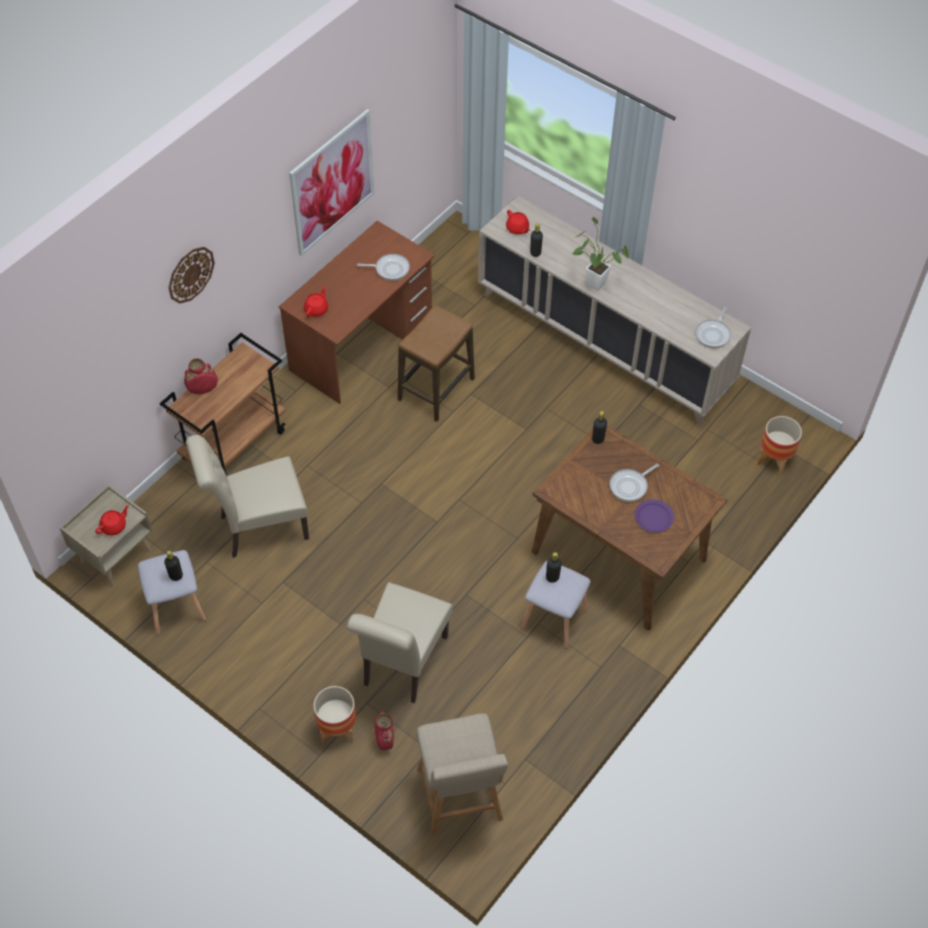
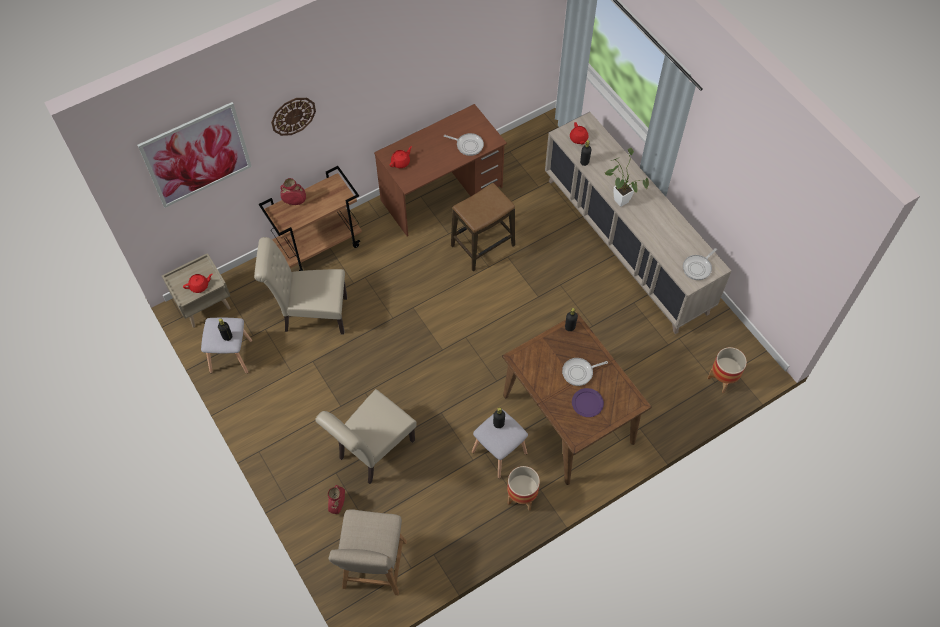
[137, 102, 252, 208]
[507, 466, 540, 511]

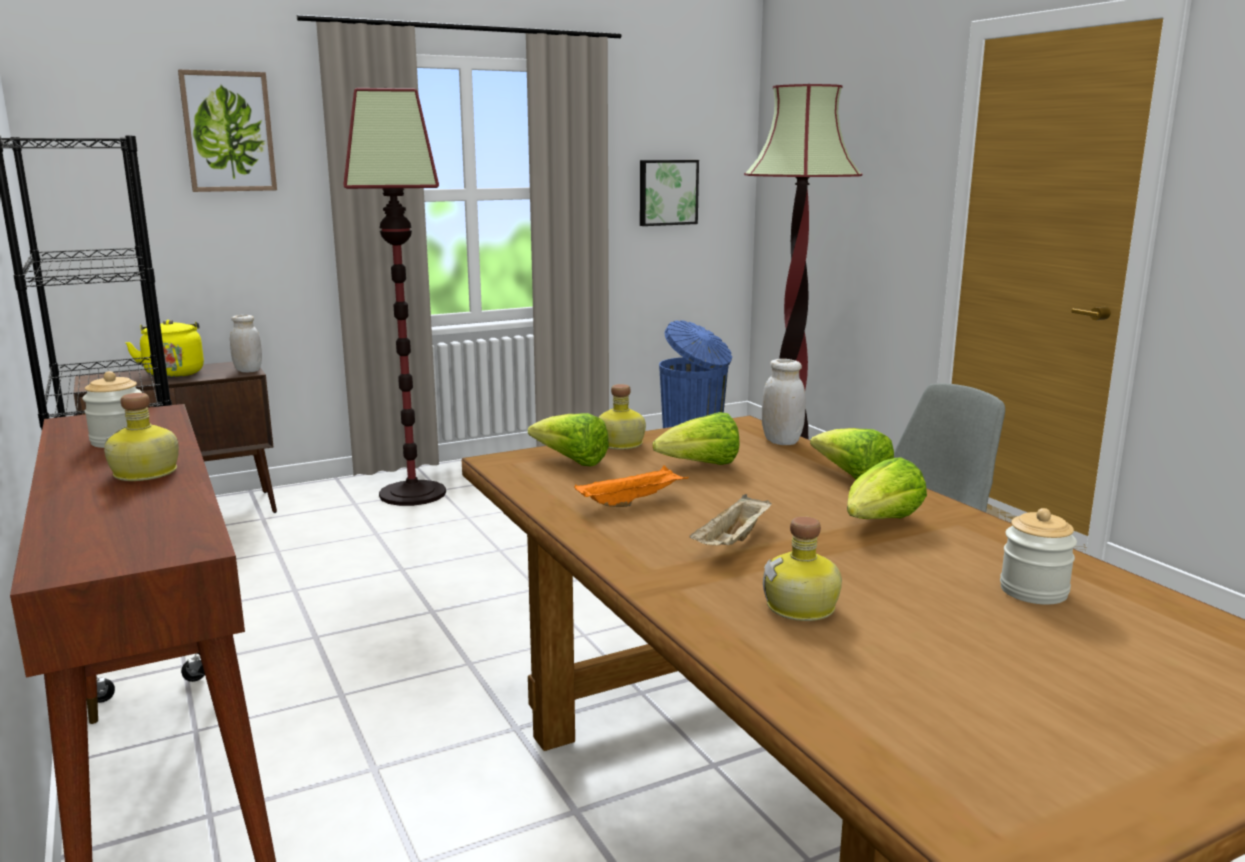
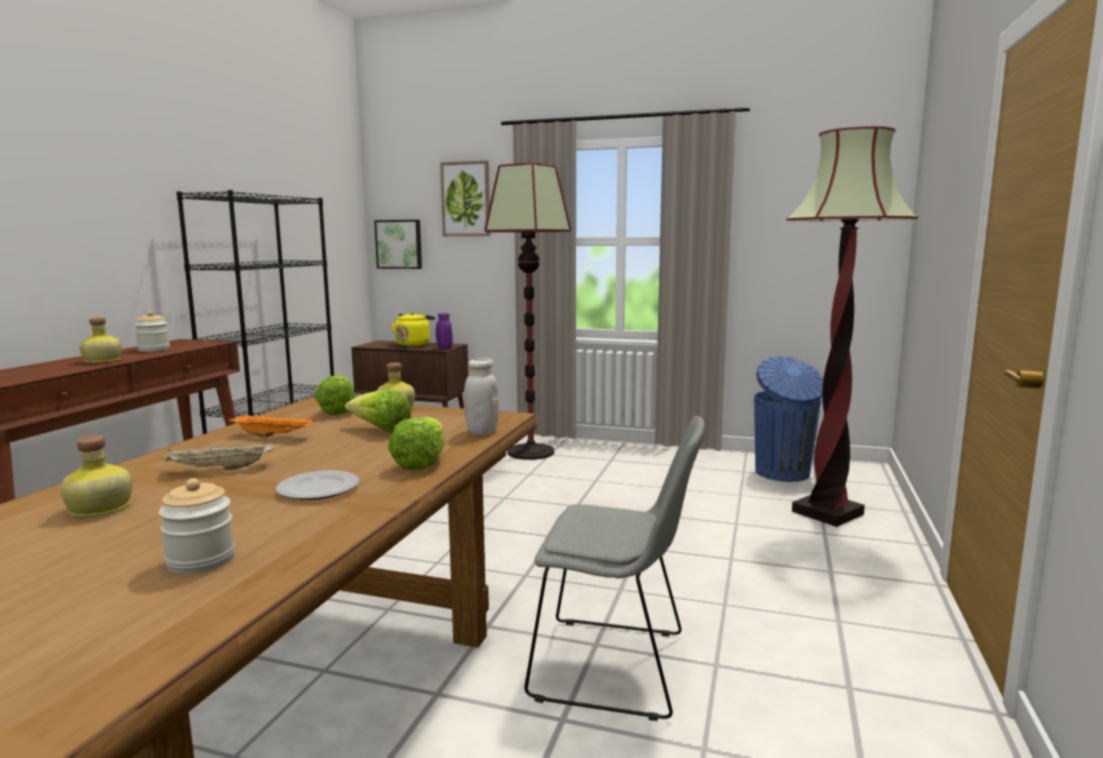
[374, 220, 422, 269]
[436, 313, 453, 349]
[276, 471, 360, 500]

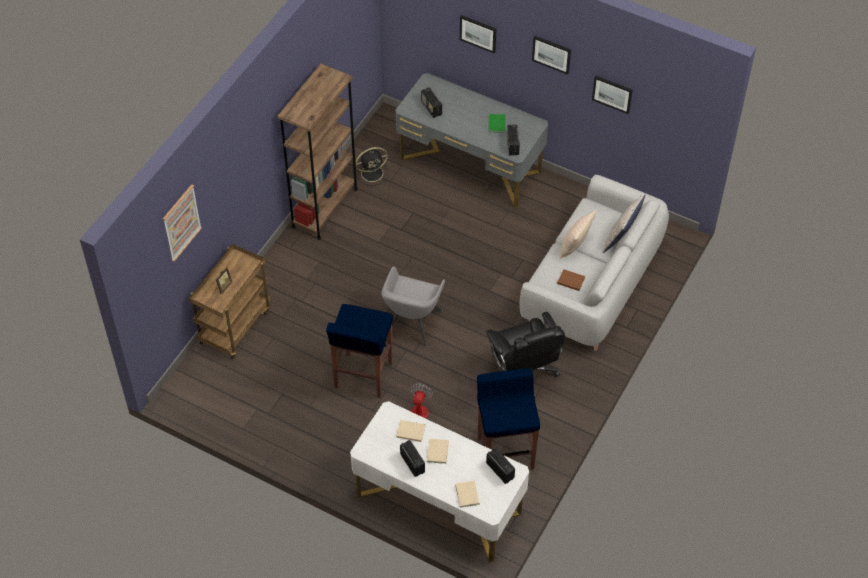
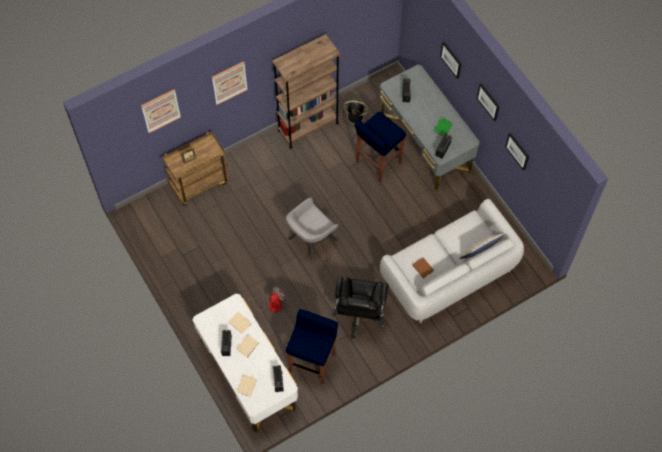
[559, 210, 596, 259] (first image)
[355, 112, 406, 182]
[212, 61, 248, 105]

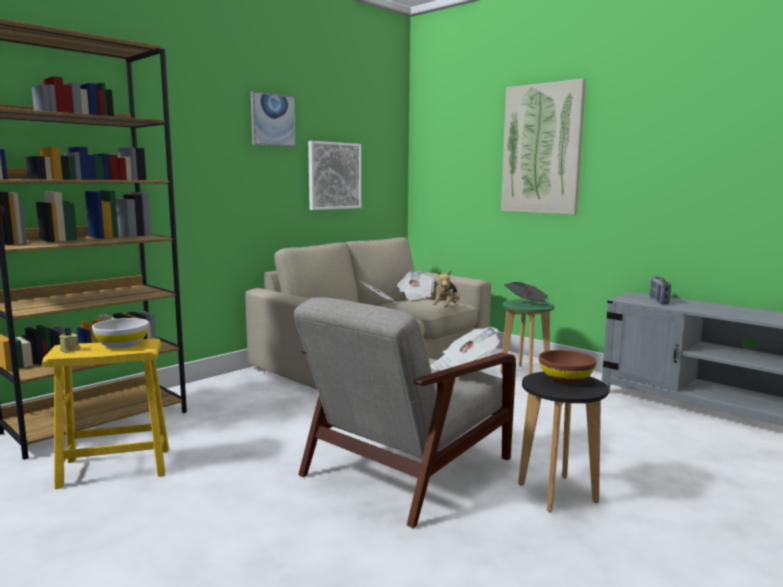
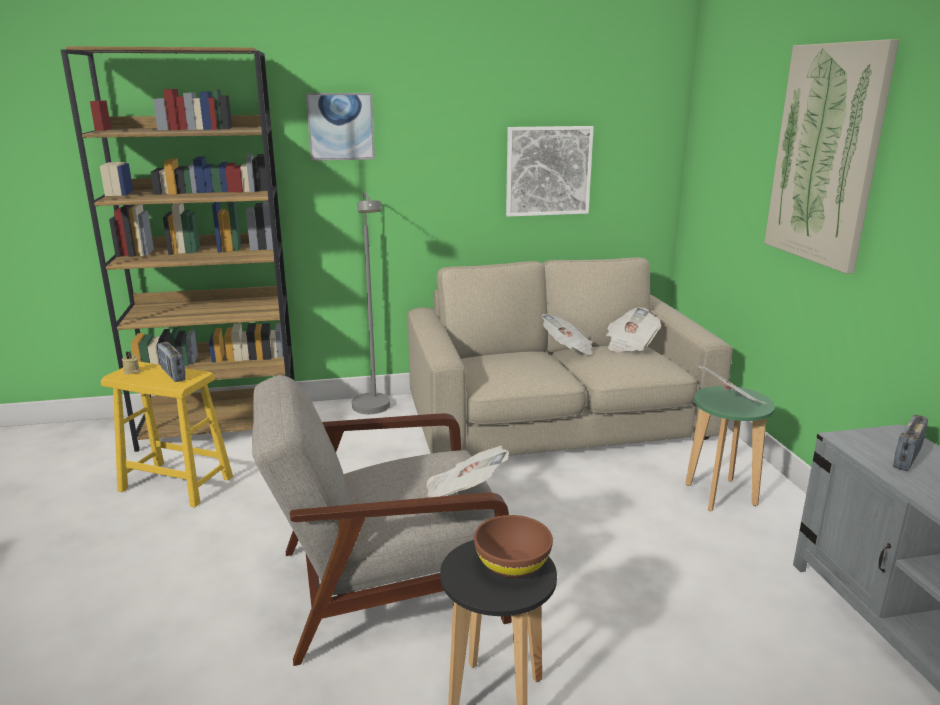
[306, 93, 375, 161]
[432, 270, 460, 307] (first image)
[158, 342, 186, 382]
[352, 191, 390, 414]

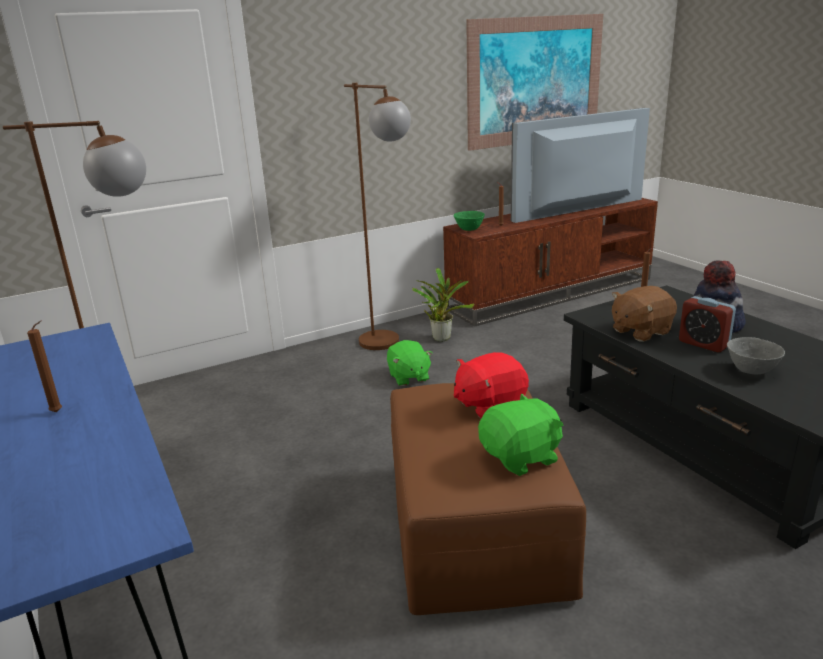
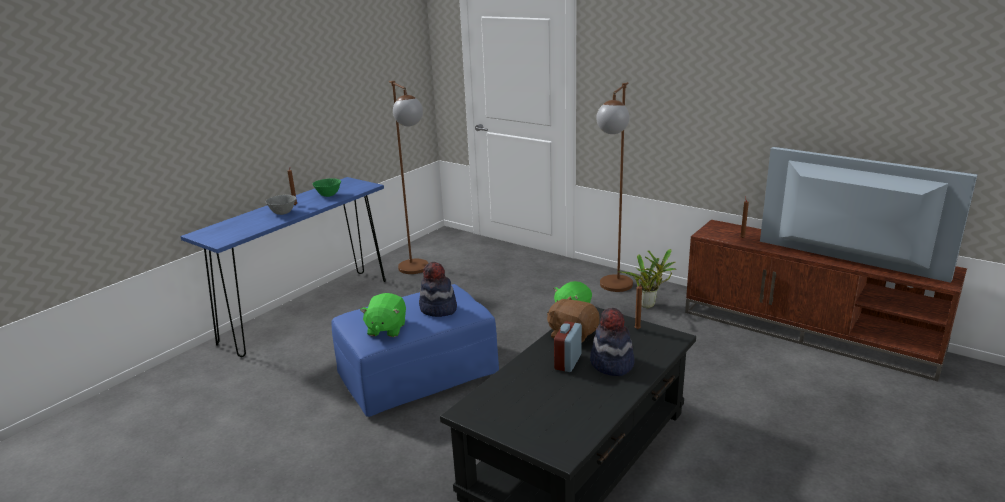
[466, 14, 603, 151] (first image)
[313, 178, 341, 197]
[265, 195, 296, 215]
[419, 262, 457, 317]
[331, 284, 499, 417]
[360, 293, 406, 337]

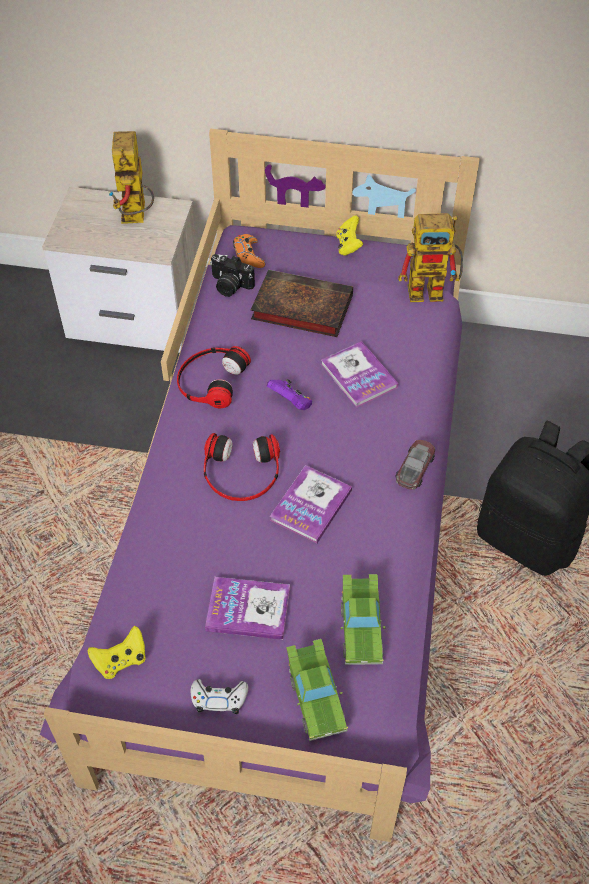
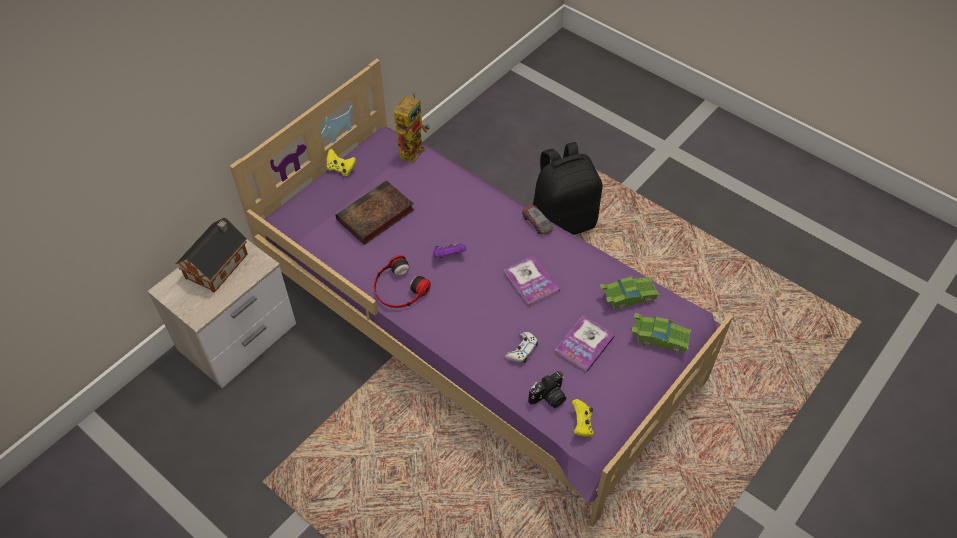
[176, 218, 248, 293]
[233, 234, 265, 268] (first image)
[528, 371, 566, 408]
[321, 341, 399, 408] (first image)
[204, 433, 280, 501] (first image)
[600, 276, 659, 310]
[505, 332, 538, 363]

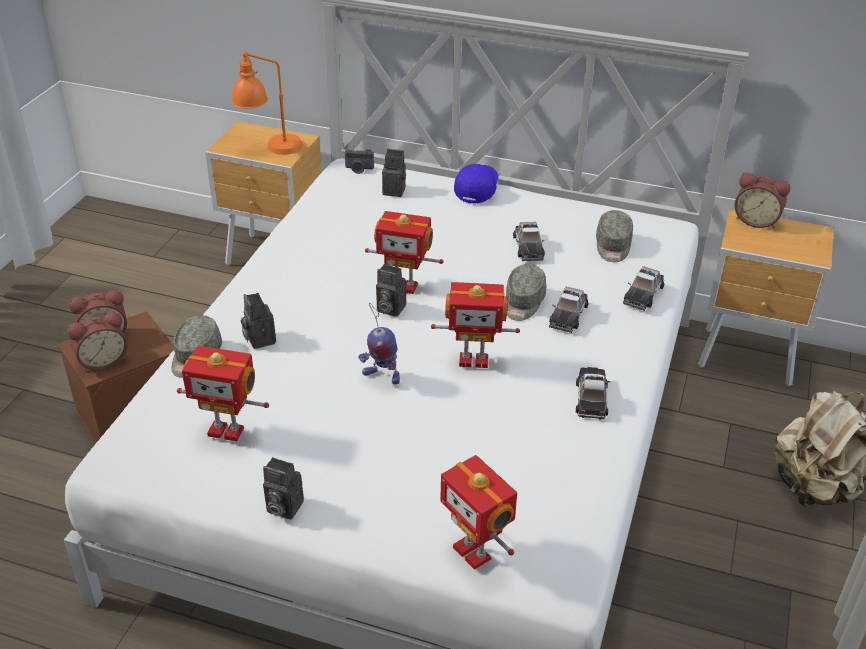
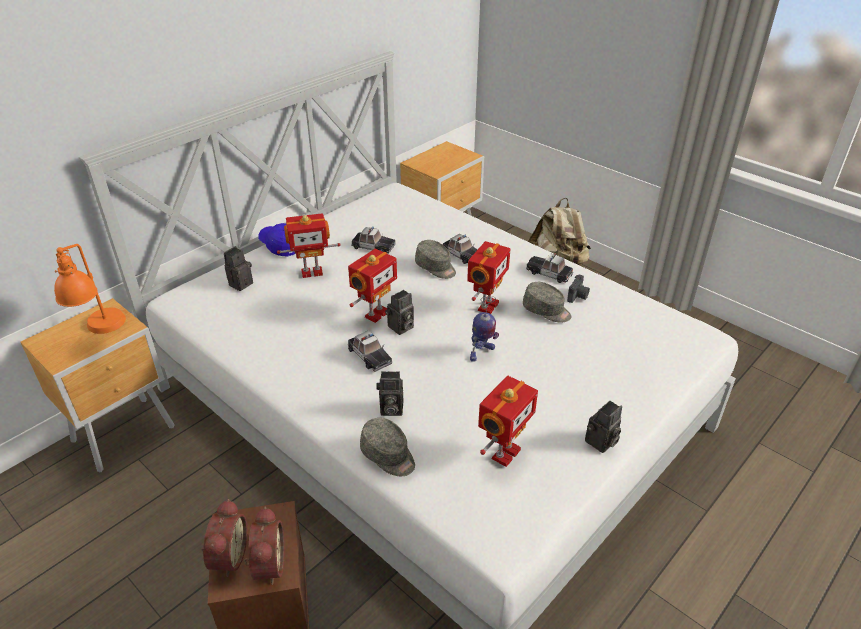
[567, 275, 590, 303]
[735, 172, 790, 228] (first image)
[523, 282, 571, 323]
[347, 330, 392, 372]
[277, 213, 341, 278]

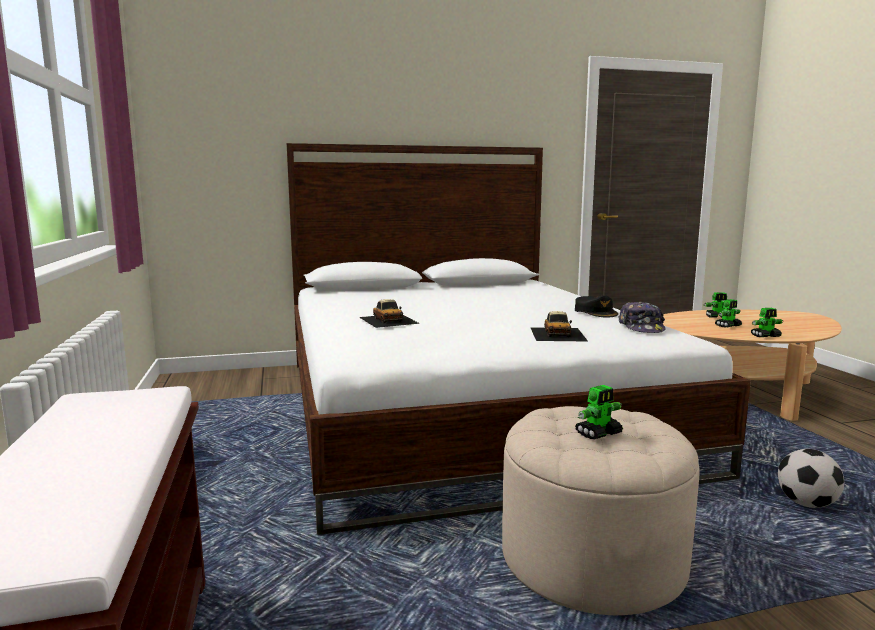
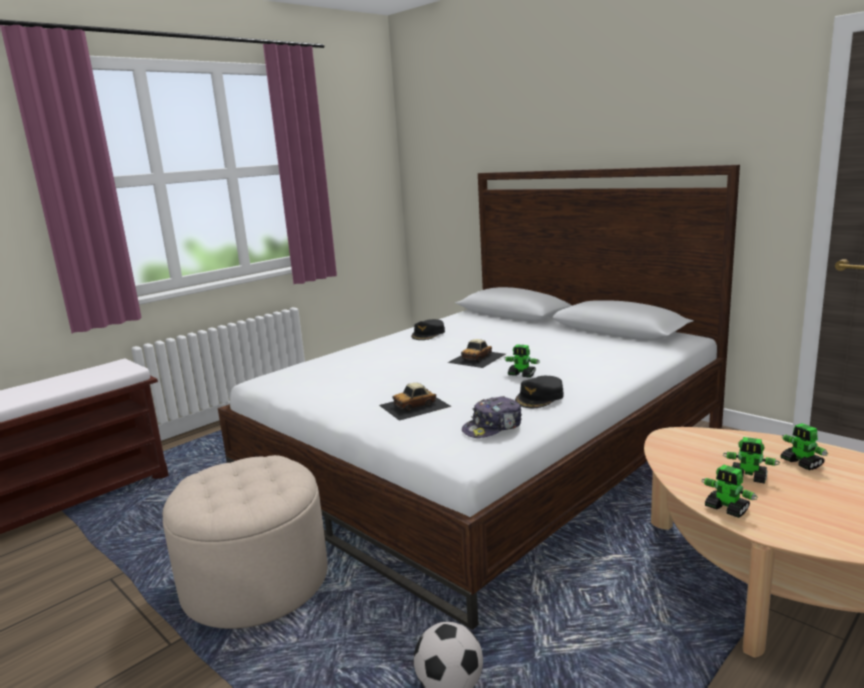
[448, 339, 506, 368]
[504, 345, 540, 378]
[411, 319, 445, 340]

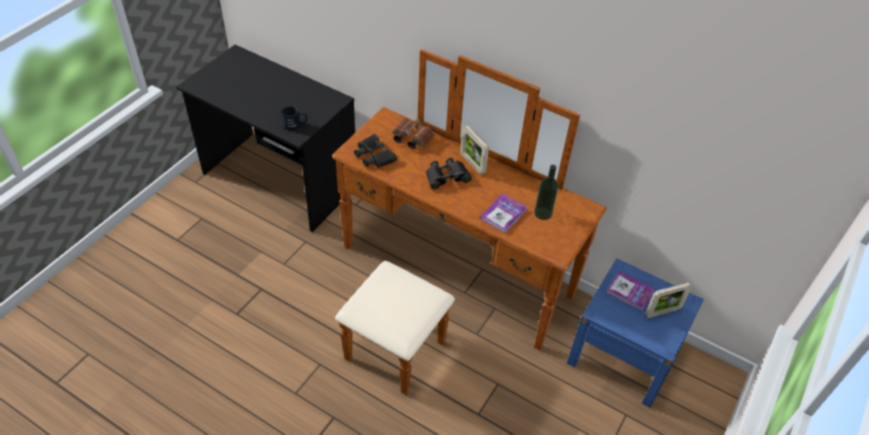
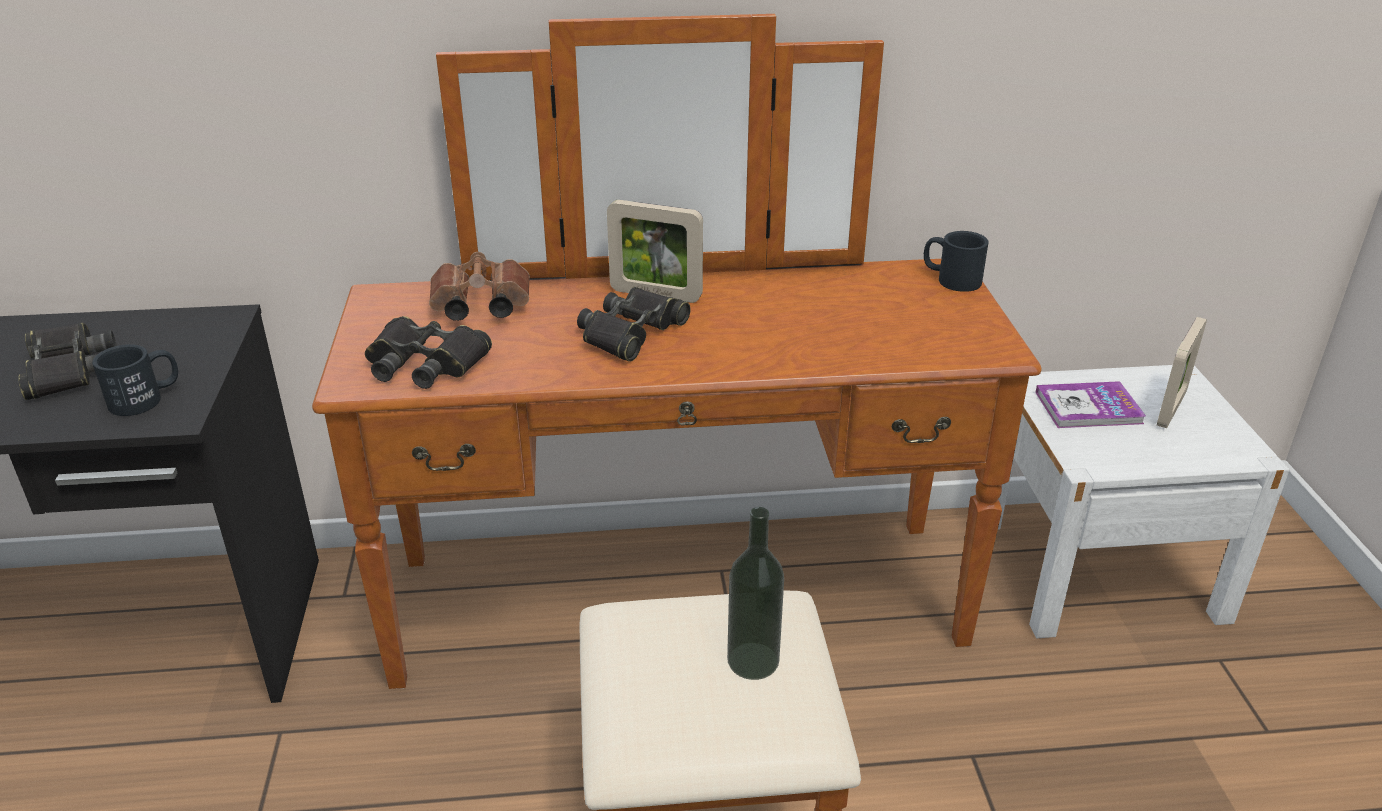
[727, 507, 784, 680]
[480, 194, 527, 233] (first image)
[998, 365, 1289, 638]
[924, 231, 989, 292]
[18, 323, 117, 400]

